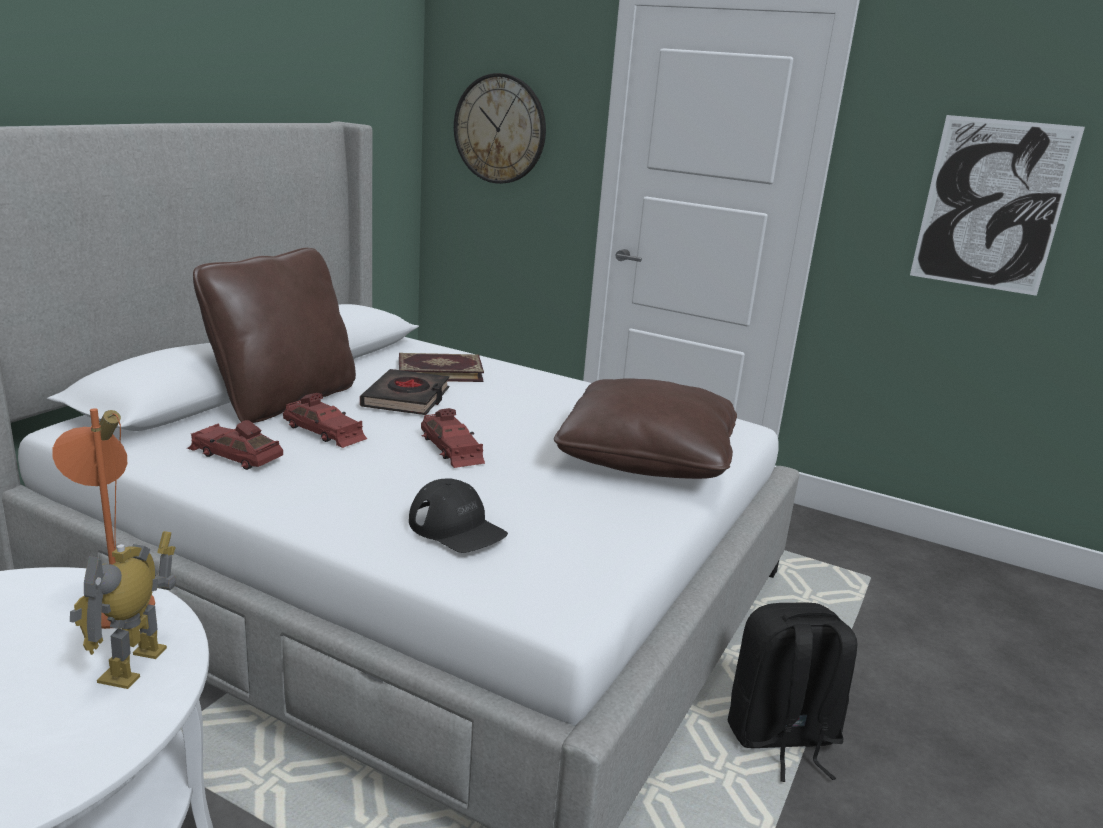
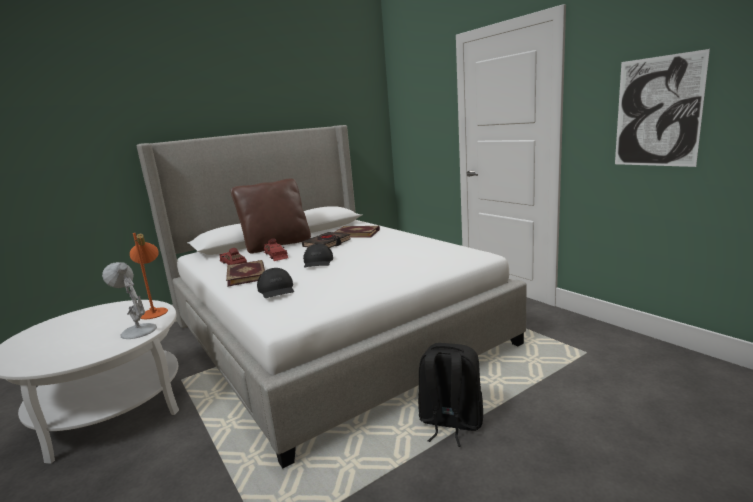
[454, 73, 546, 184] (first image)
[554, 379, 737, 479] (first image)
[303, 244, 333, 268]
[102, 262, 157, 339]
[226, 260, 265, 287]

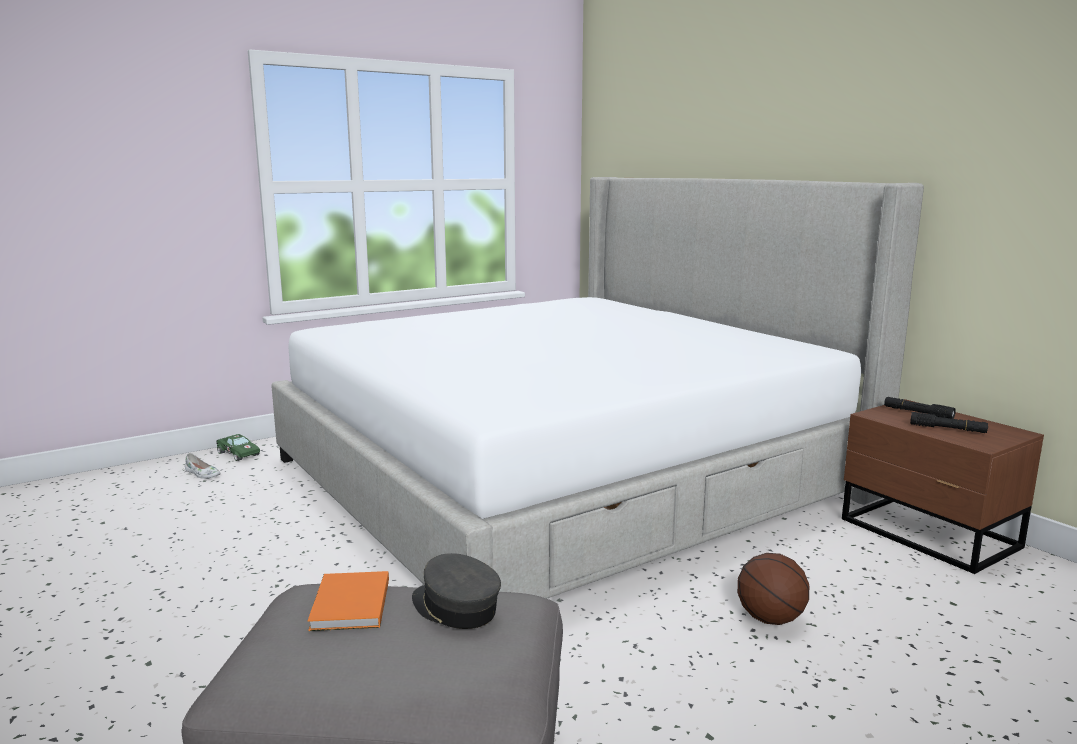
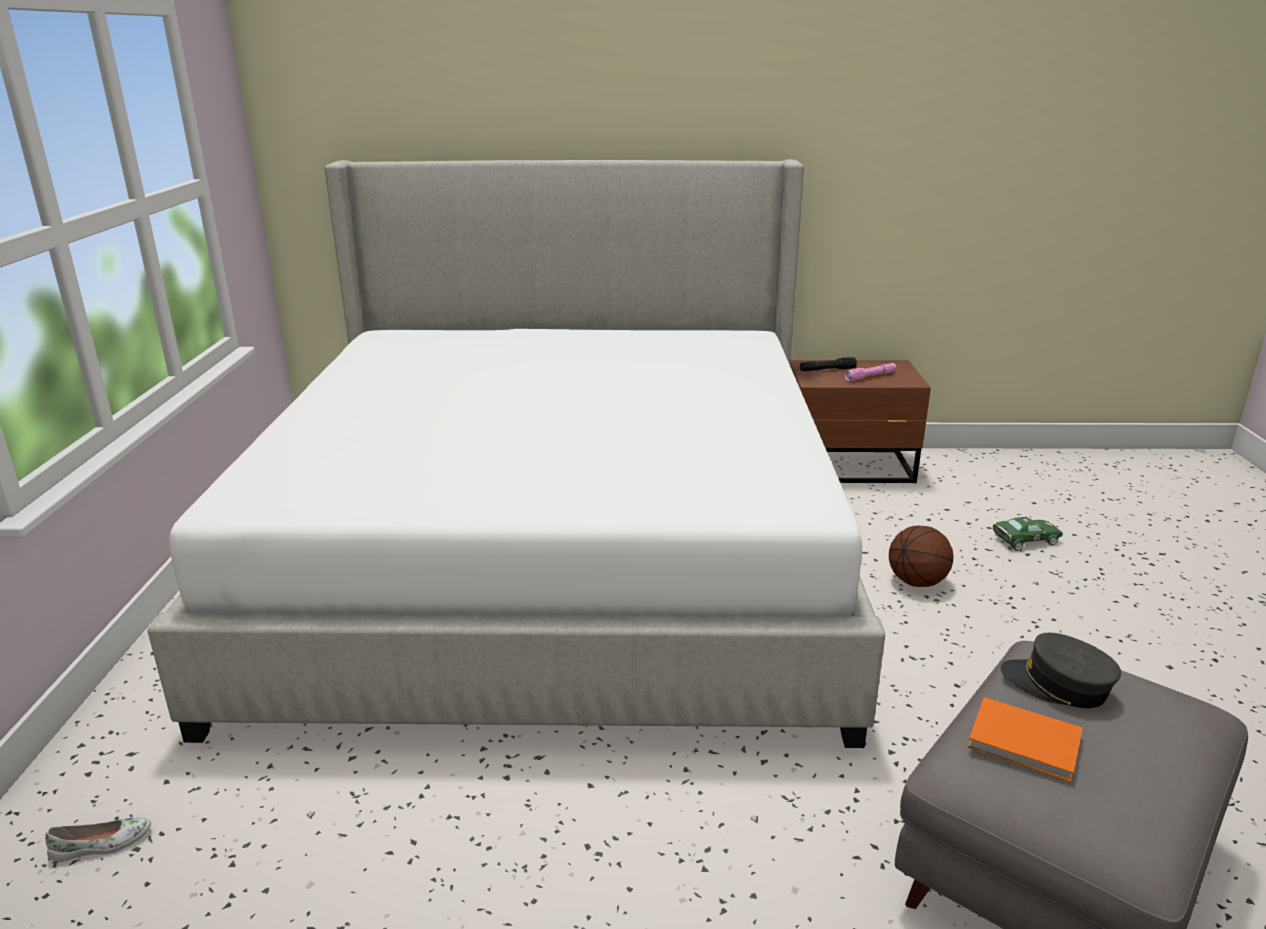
[845, 363, 897, 381]
[993, 517, 1063, 551]
[1000, 633, 1121, 708]

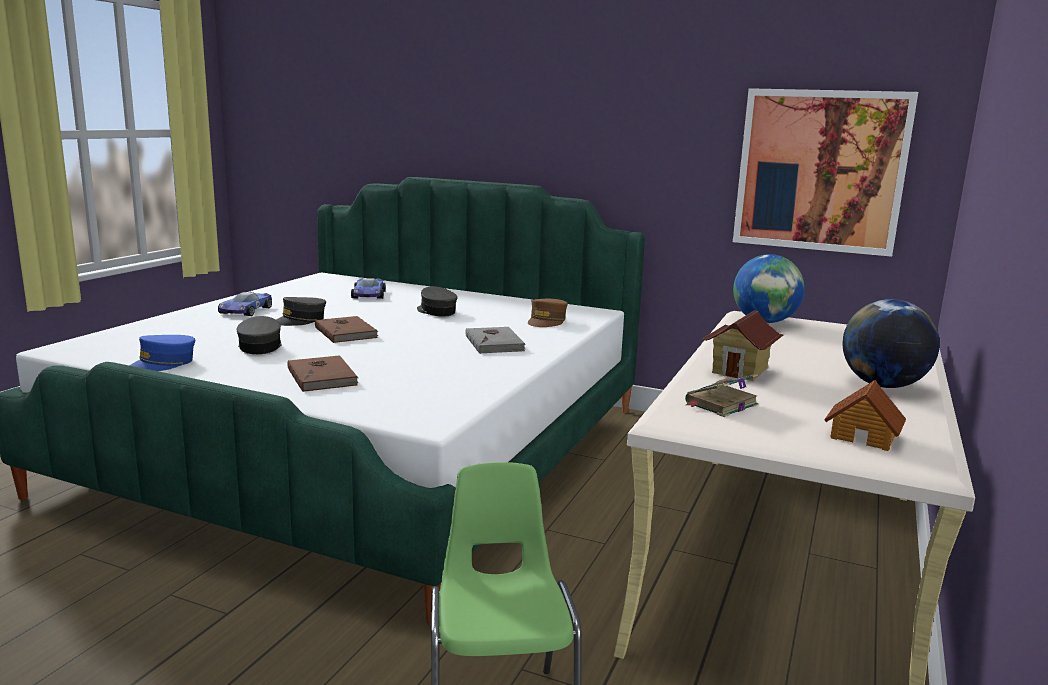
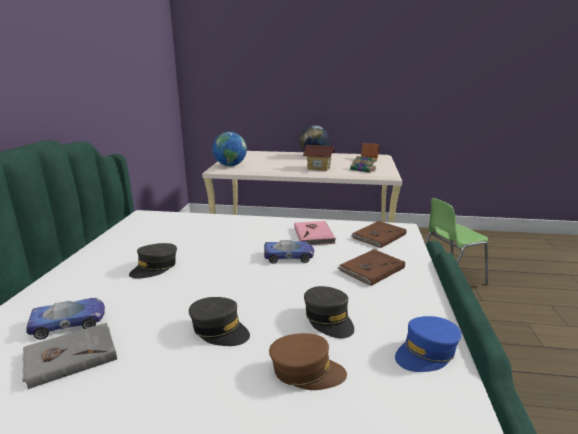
[733, 88, 918, 257] (first image)
[264, 240, 314, 264]
[269, 333, 347, 390]
[304, 286, 354, 338]
[351, 221, 406, 248]
[22, 323, 117, 389]
[395, 316, 461, 372]
[294, 221, 336, 245]

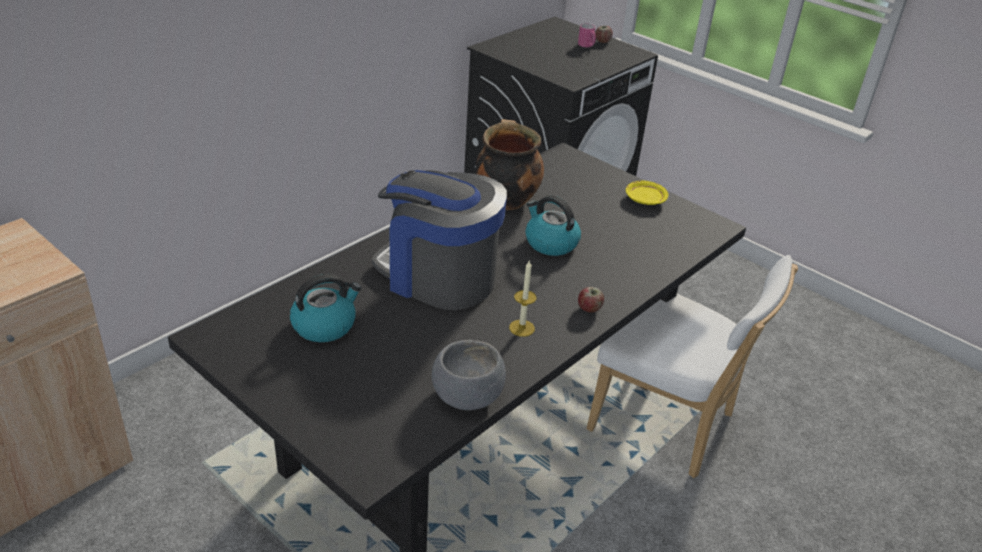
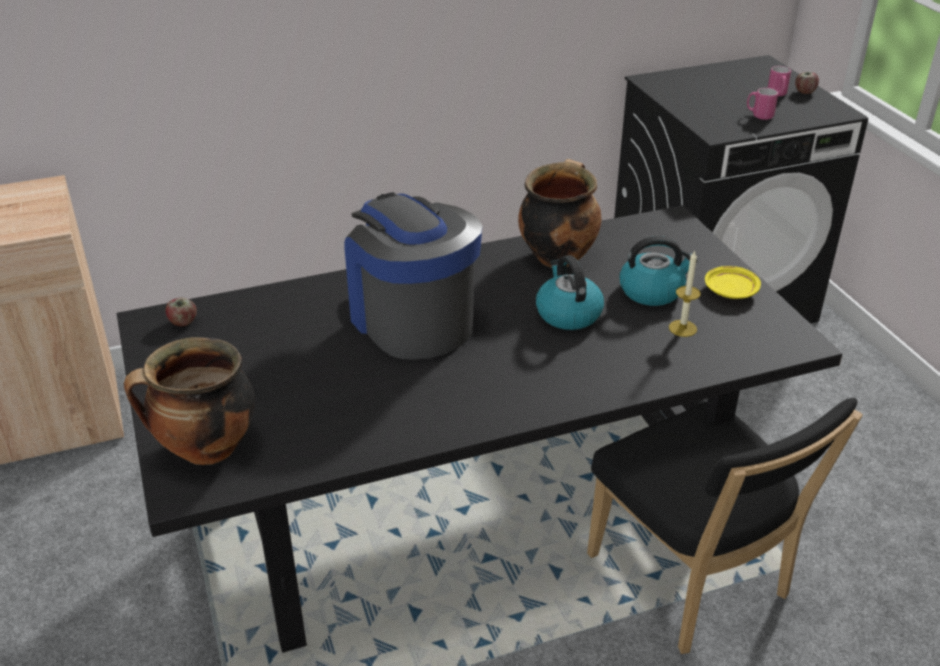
[587, 398, 863, 654]
[669, 250, 701, 337]
[619, 236, 698, 306]
[166, 298, 197, 326]
[432, 340, 506, 410] (first image)
[747, 88, 778, 120]
[124, 337, 255, 465]

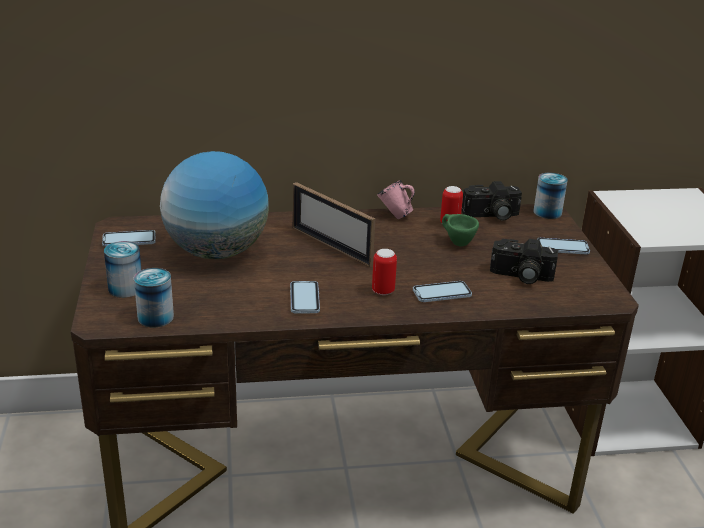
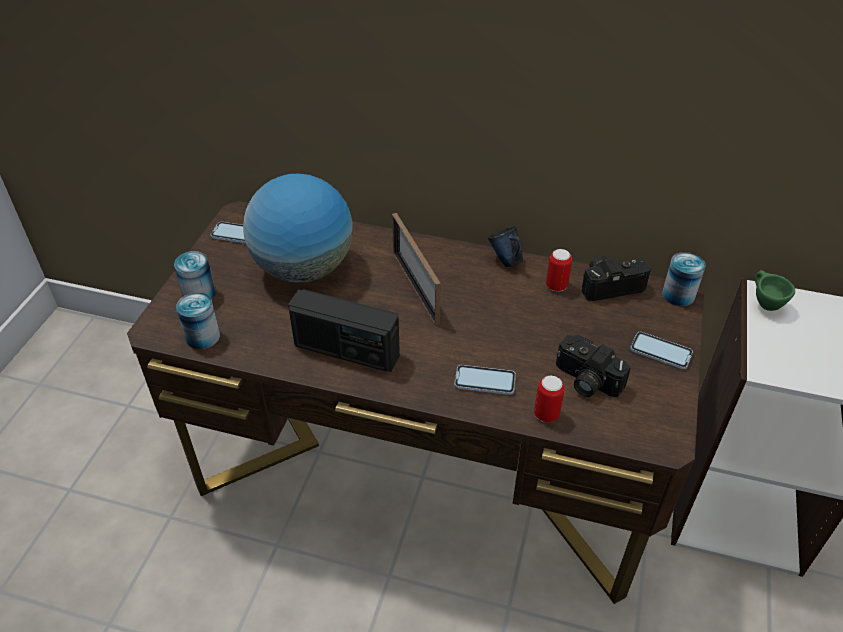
[488, 226, 523, 267]
[581, 256, 651, 301]
[755, 270, 795, 311]
[534, 375, 565, 422]
[288, 289, 400, 372]

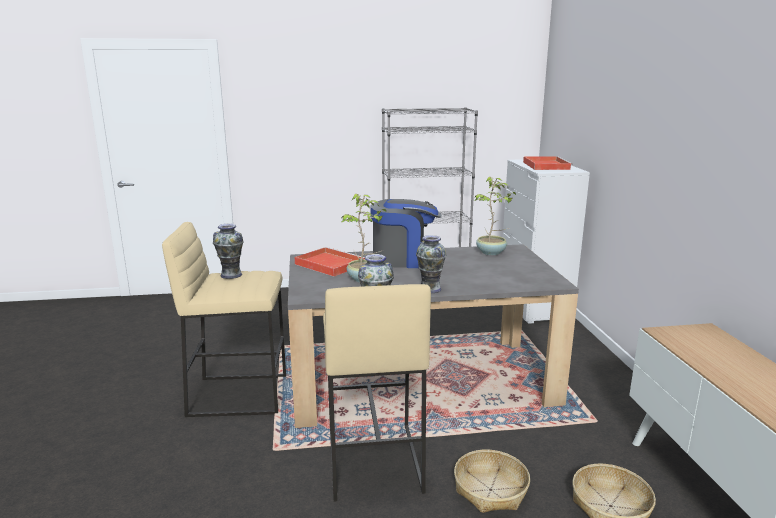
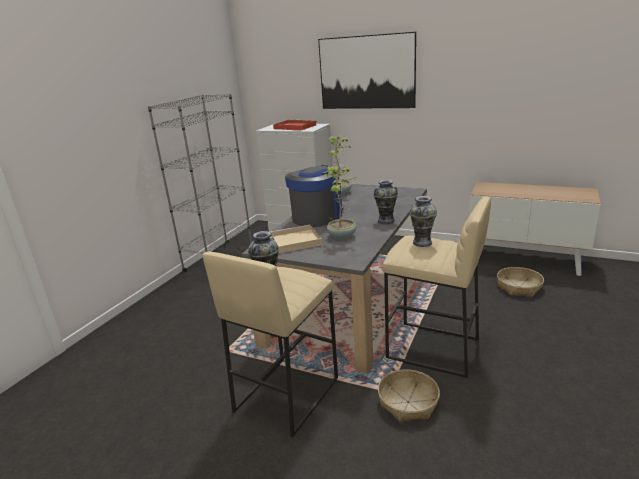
[270, 225, 322, 254]
[378, 369, 440, 422]
[318, 32, 416, 109]

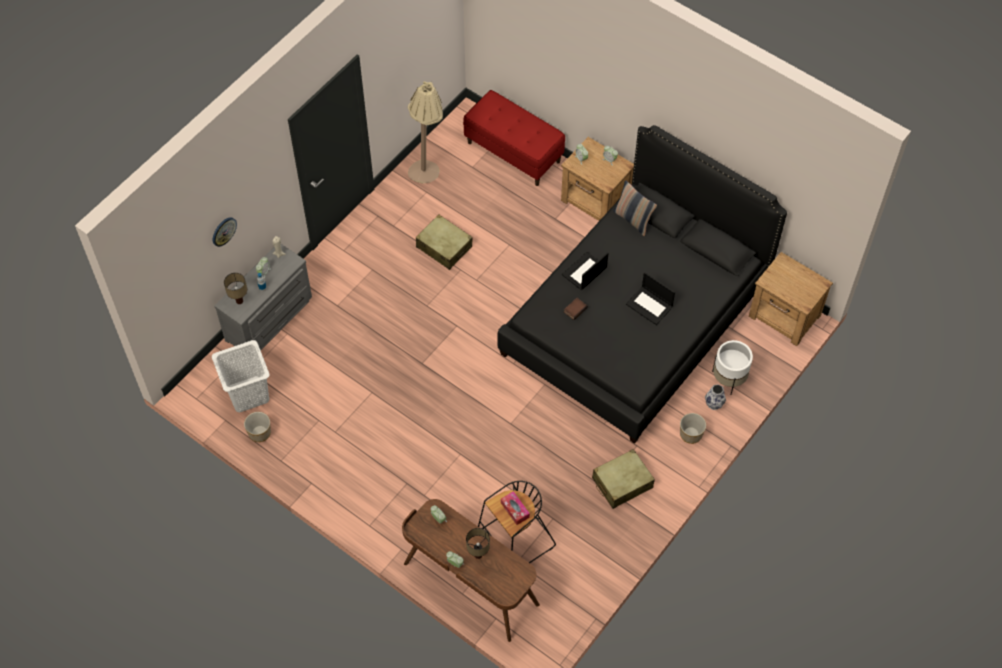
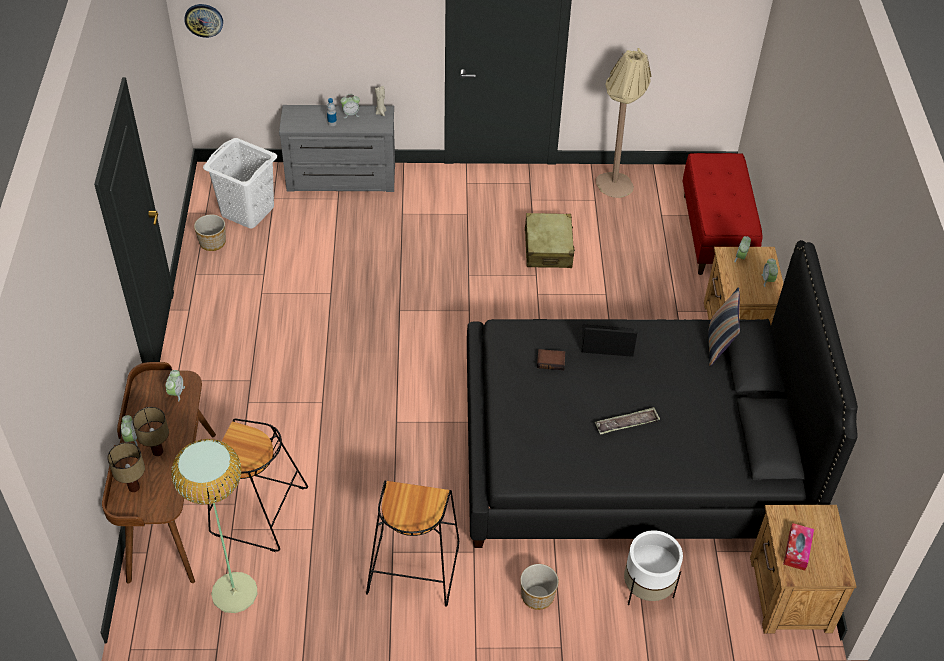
[184, 4, 223, 38]
[595, 407, 660, 435]
[107, 442, 145, 492]
[705, 384, 726, 410] (first image)
[366, 481, 459, 607]
[783, 523, 814, 570]
[171, 439, 257, 613]

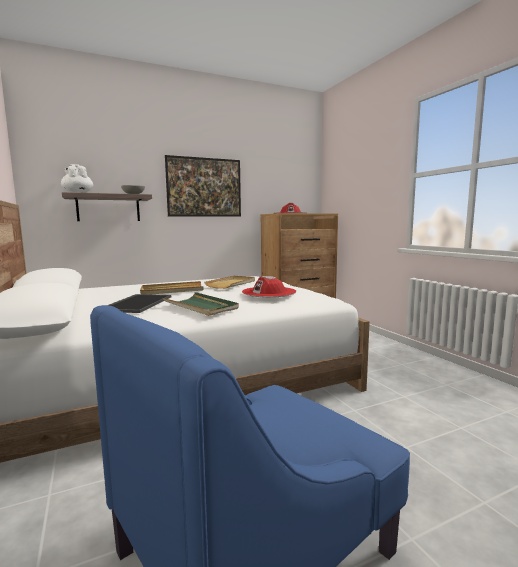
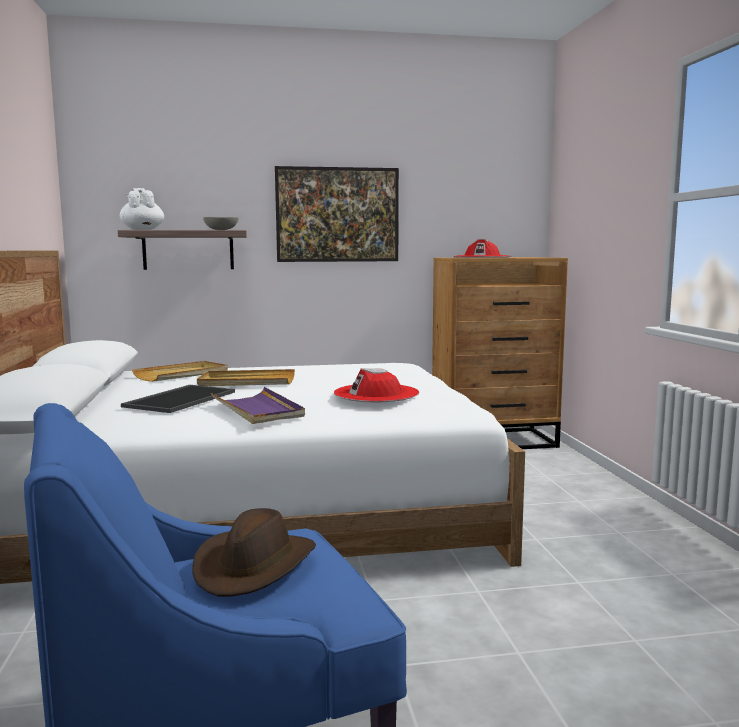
[132, 361, 228, 382]
[211, 387, 305, 424]
[192, 508, 316, 597]

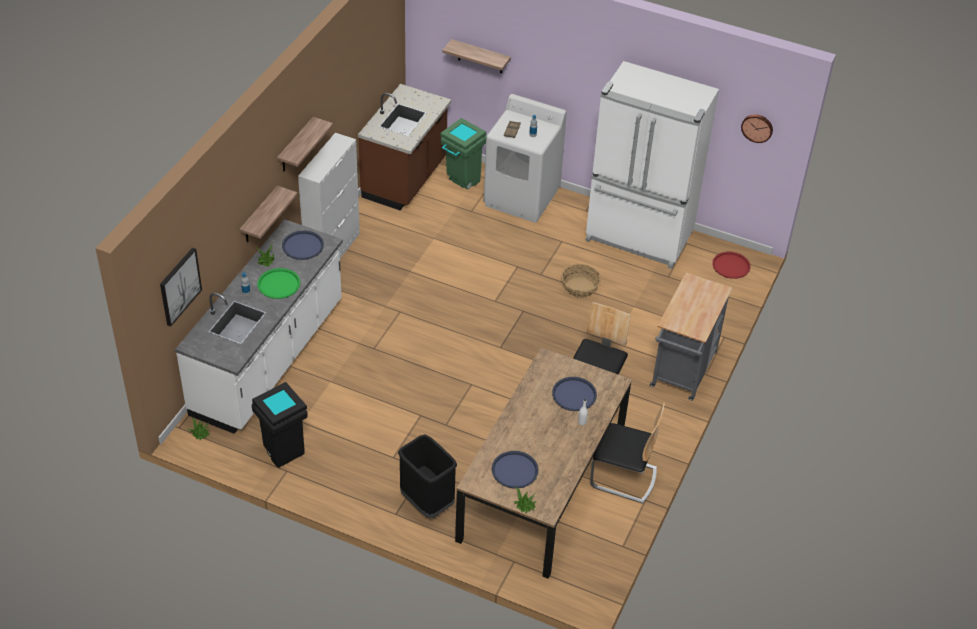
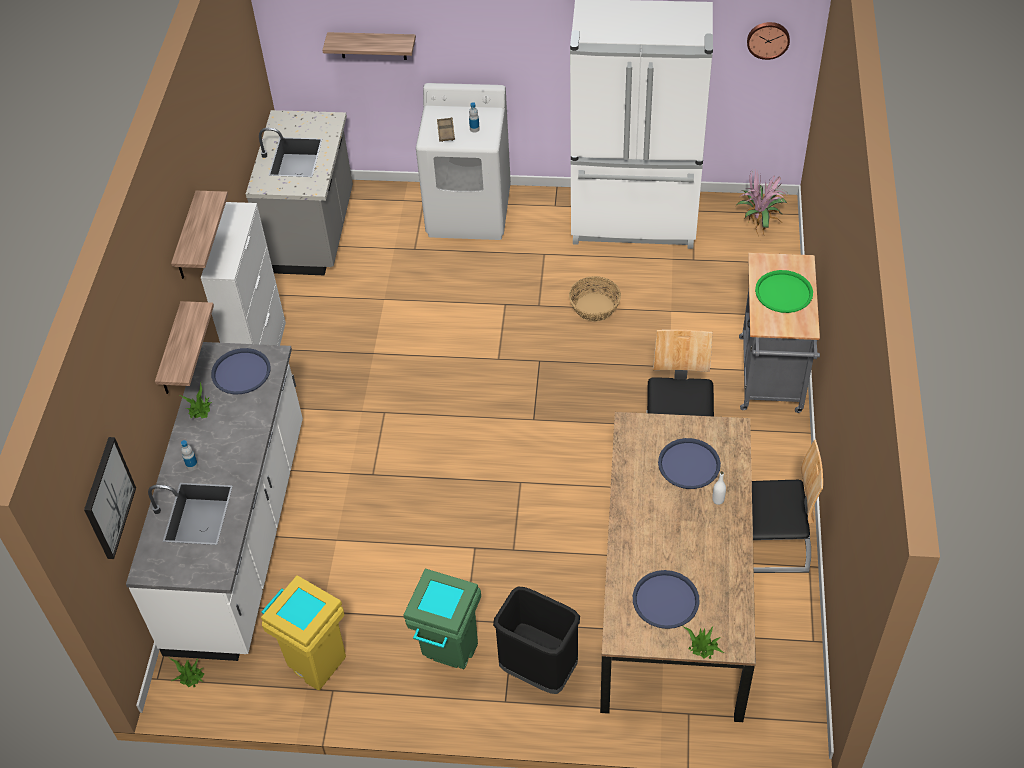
[246, 110, 353, 276]
[403, 569, 481, 669]
[737, 169, 788, 237]
[755, 270, 813, 313]
[261, 575, 346, 690]

